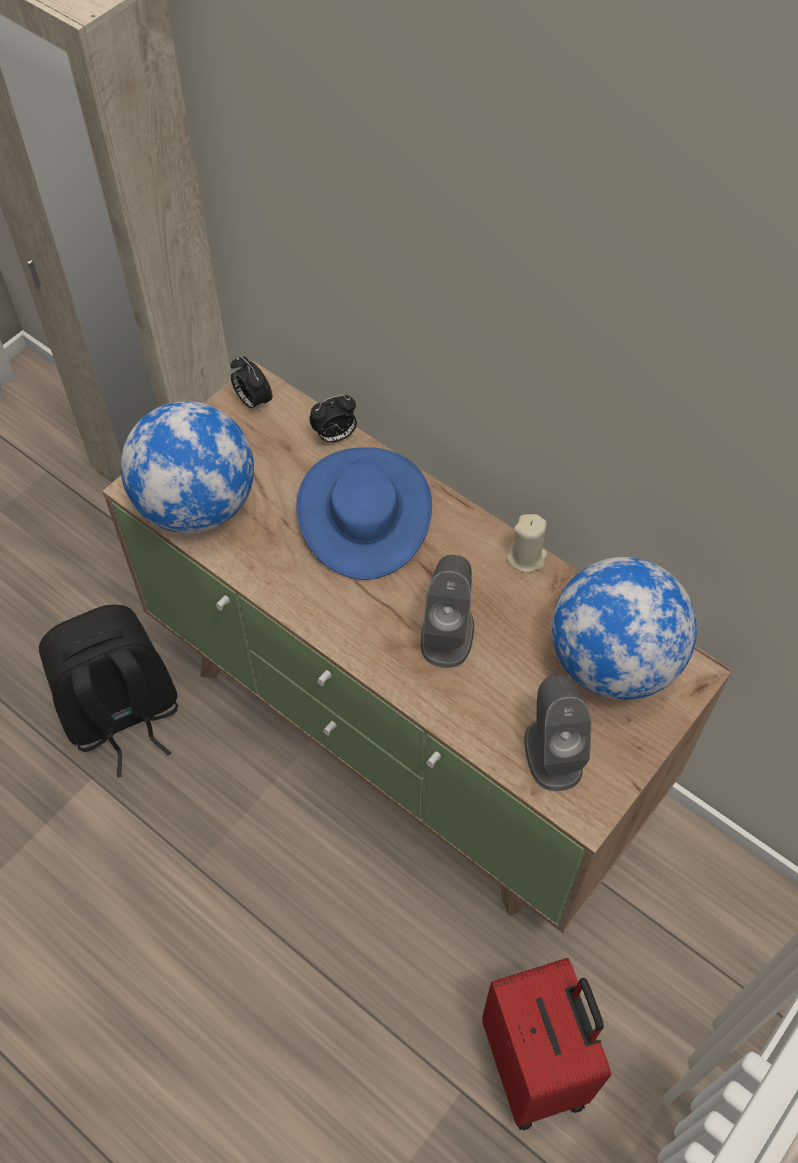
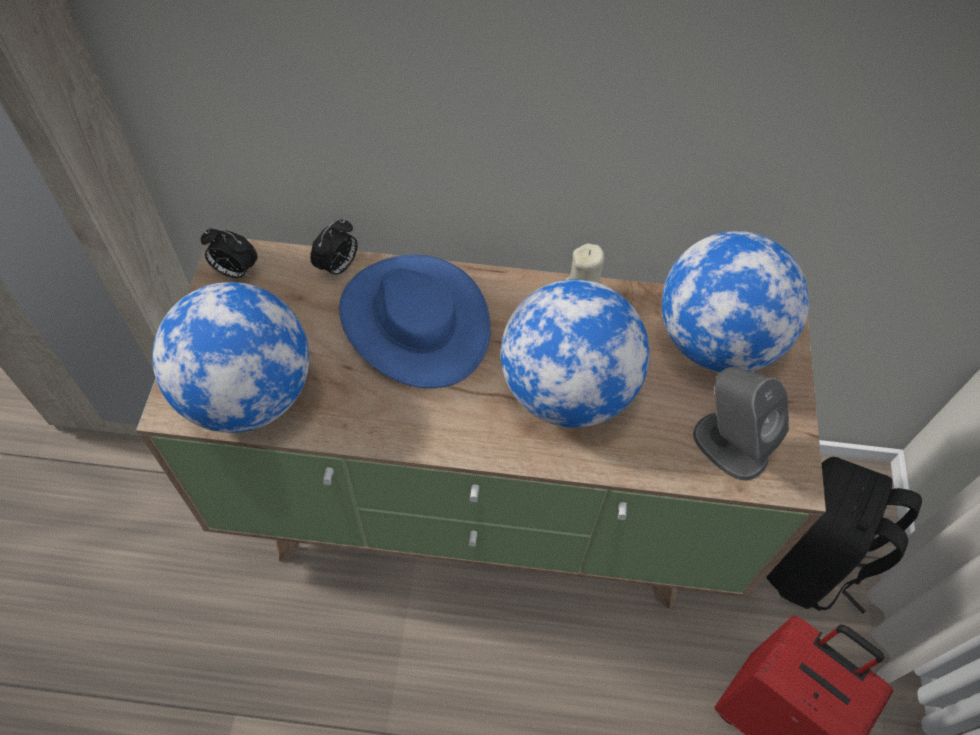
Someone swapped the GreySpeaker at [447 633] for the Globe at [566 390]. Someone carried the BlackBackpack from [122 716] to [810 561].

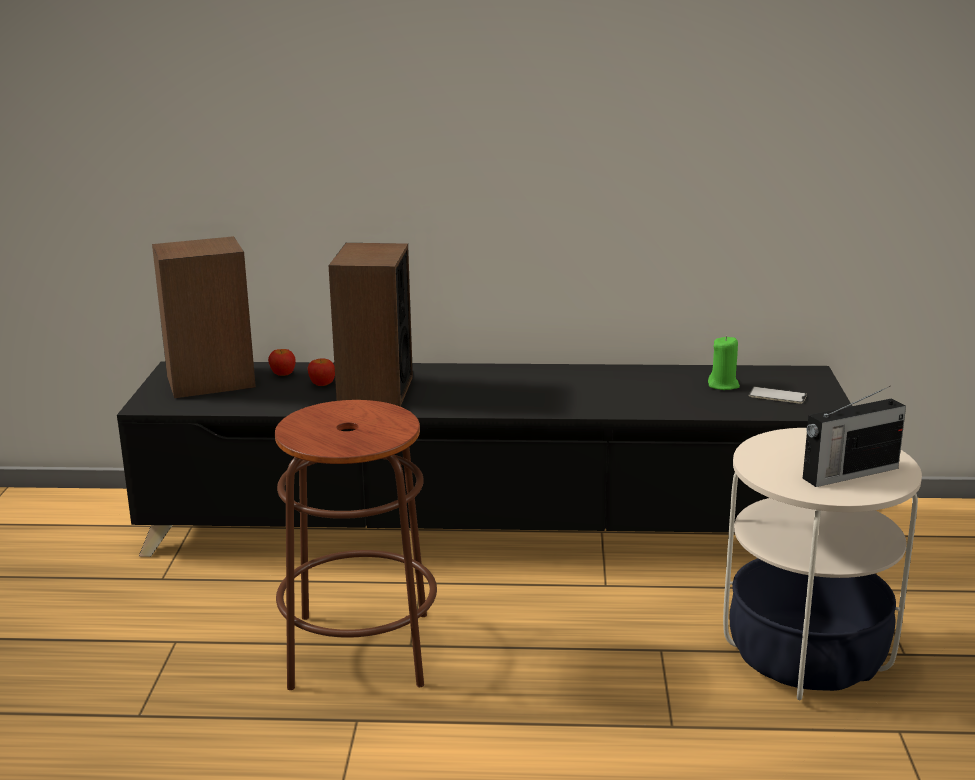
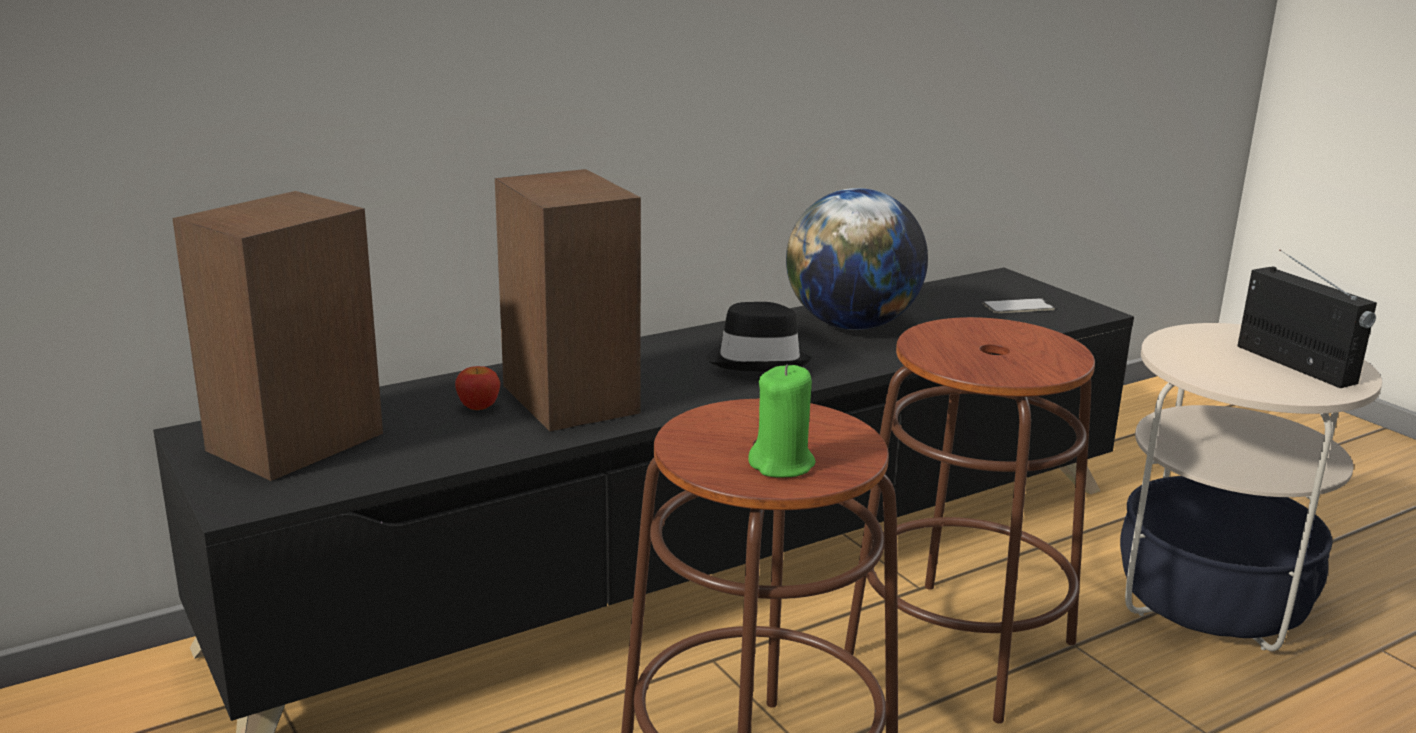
Someone put down the BlackHat at [758 360]. Someone carried the GreenCandle from [723 385] to [782 465]. Someone put down the Globe at [852 325]. Someone put down the BrownStool at [961 648]. Someone rotated the Radio at [848 473] by 60 degrees counterclockwise. Someone took away the Apple at [282 374].

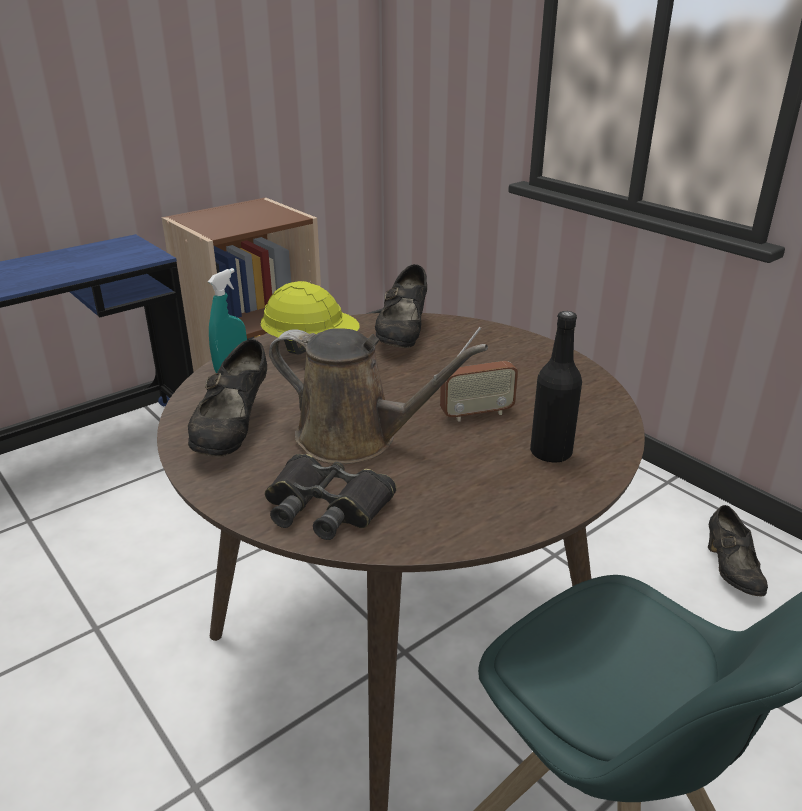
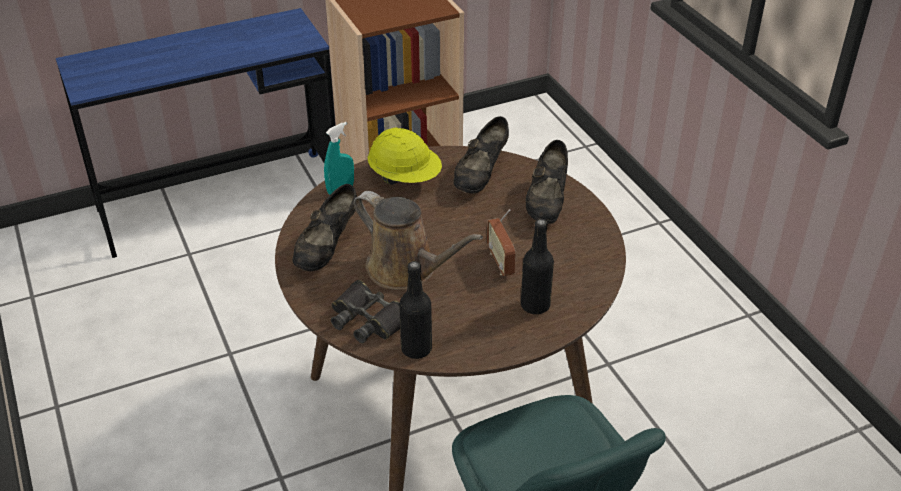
Someone put down the BlackBottle at [416 349]. Someone rotated the Radio at [477 413] by 75 degrees clockwise. Someone carried the BlackShoe from [731 571] to [546 203].

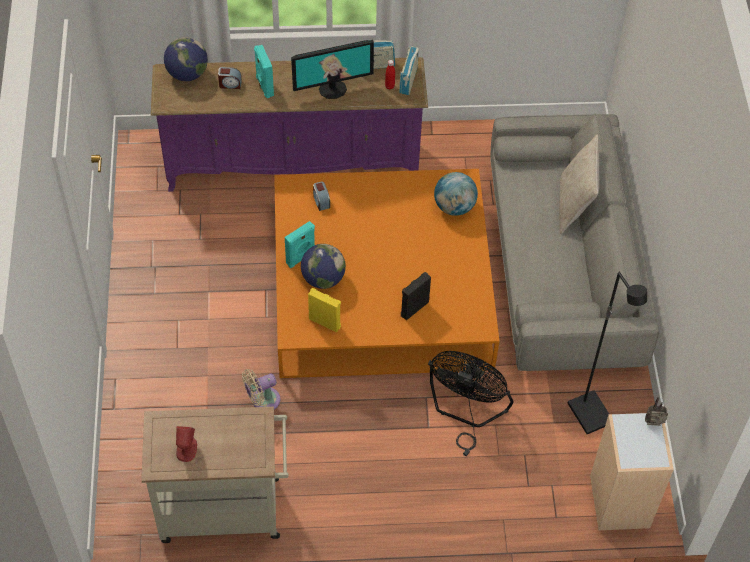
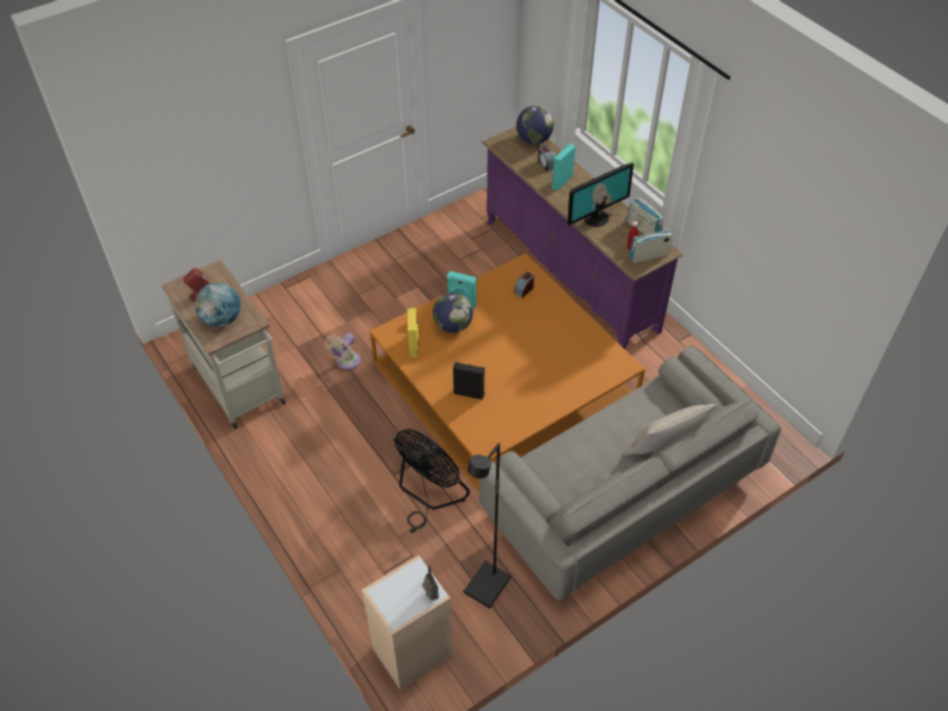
Someone carried the Globe from [454 207] to [222 319]. Someone rotated the BeigeFan at [262 401] by 90 degrees counterclockwise. Someone rotated the BlackFan at [465 411] by 45 degrees counterclockwise. Someone rotated the Monitor at [332 88] by 75 degrees counterclockwise.

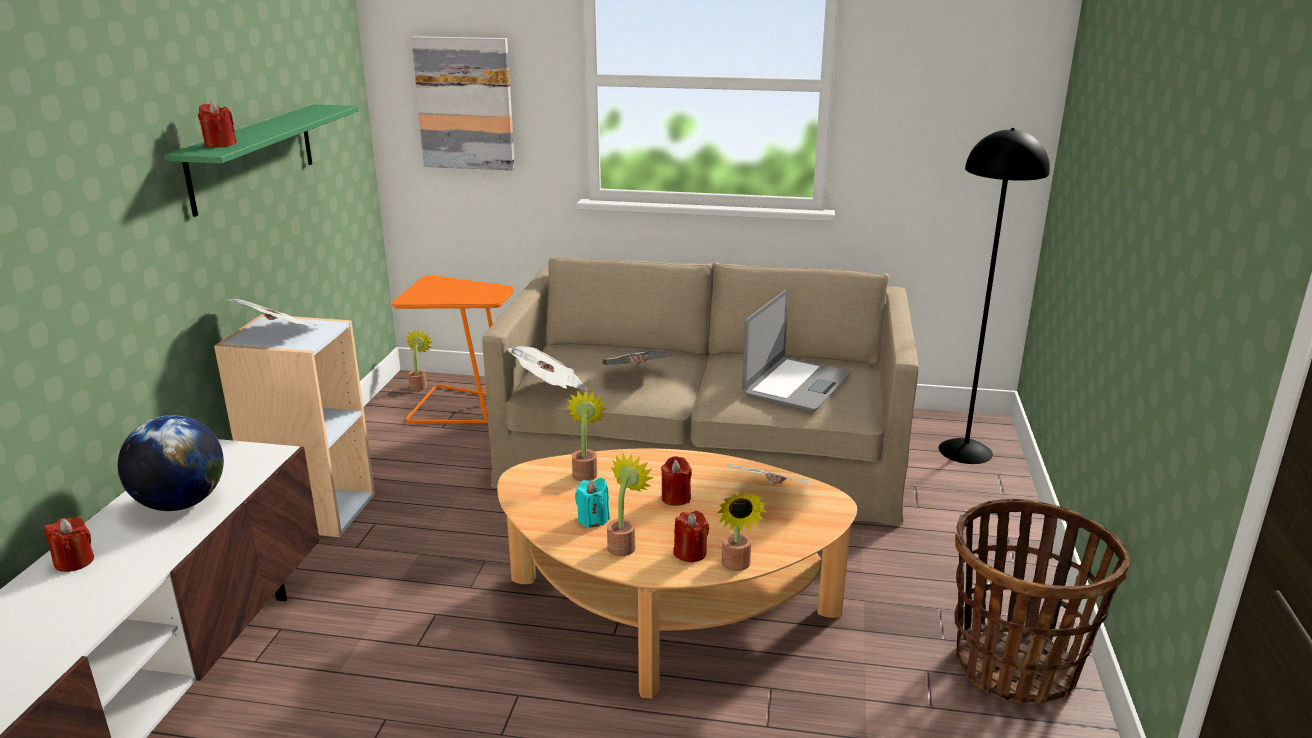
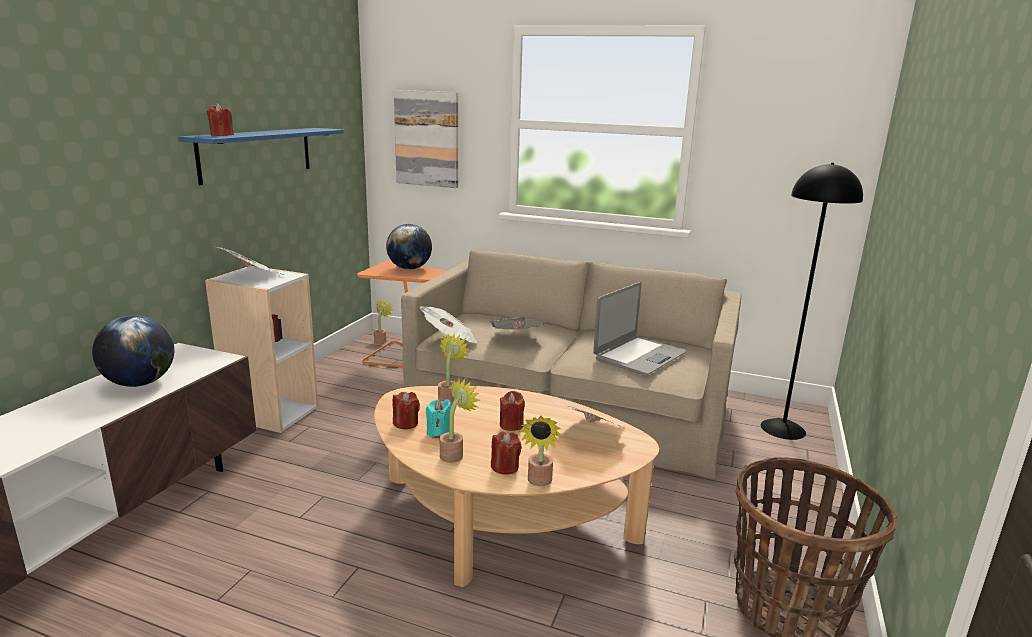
Someone repainted the GreenShelf at [252 157], which became the BlueShelf at [257 154]. Someone put down the Globe at [409 268]. Someone carried the RedCandle from [74 562] to [406 423].

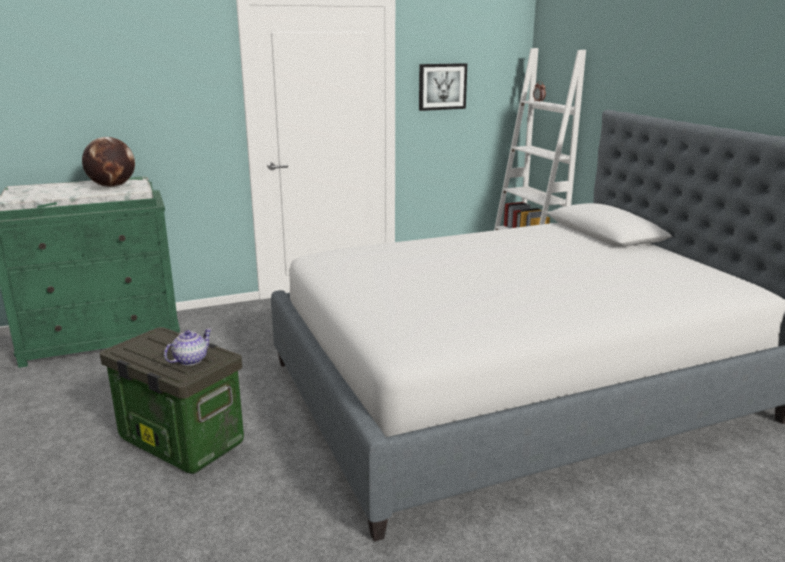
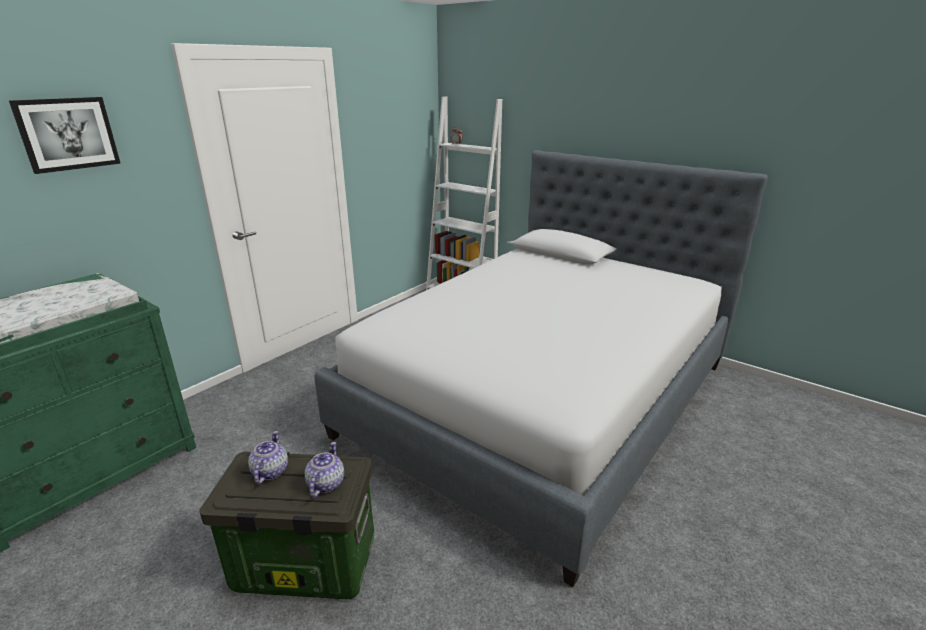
Someone carried the Picture from [442 86] to [67 134]. Someone put down the Teapot at [269 472]. Someone took away the Globe at [112 186].

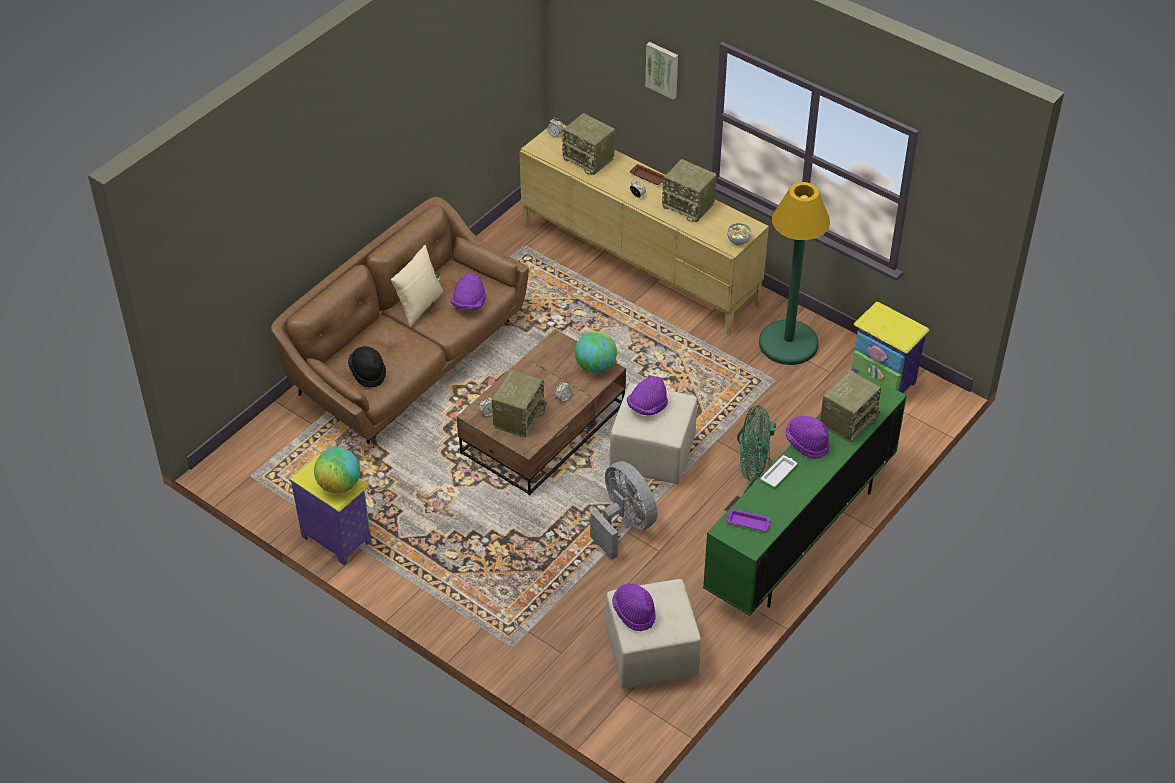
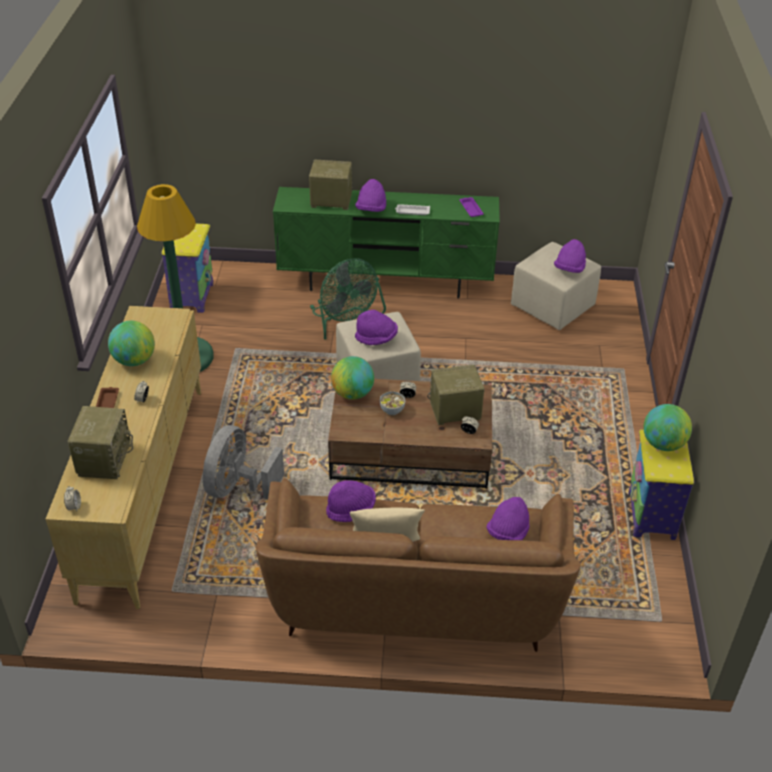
Someone swapped the Radio at [689 205] for the Globe at [134 360]. Someone carried the GreyFan from [624 525] to [238 487]. Someone carried the Bowl from [738 240] to [392 410]. Someone repainted the BlackHat at [368 373], which became the PurpleHat at [508 532]. Someone took away the Picture at [663 69].

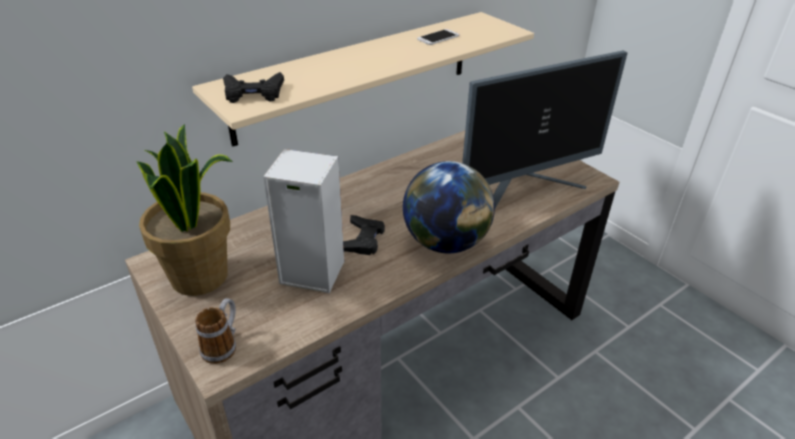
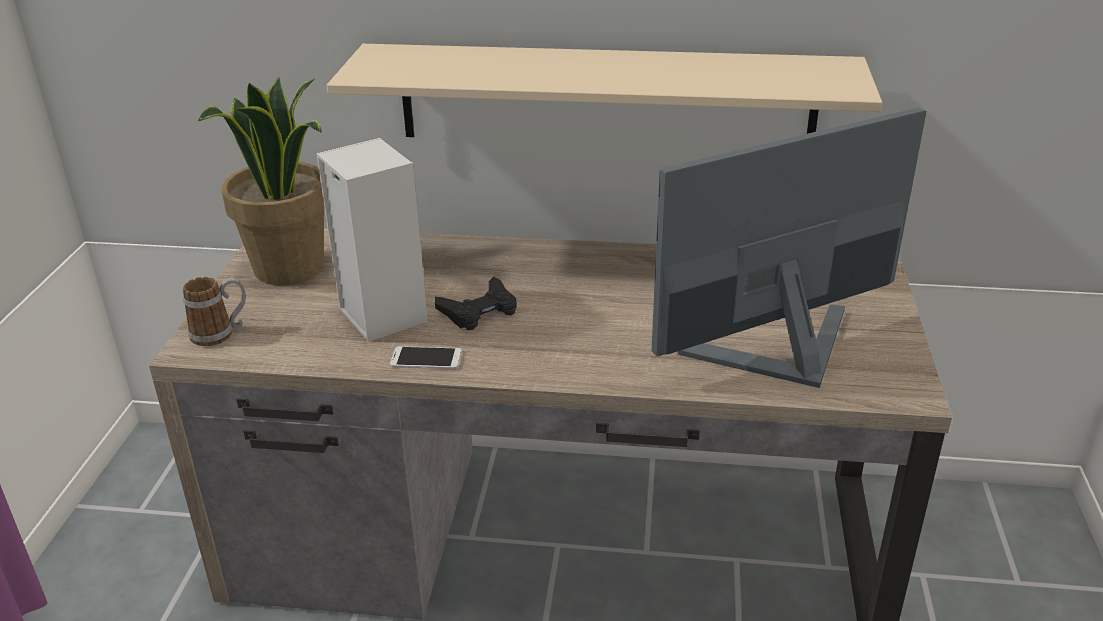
Someone carried the Phone from [438 37] to [426 359]. Someone rotated the Monitor at [526 187] by 135 degrees clockwise. Someone took away the BlackGameController at [253 93]. Someone took away the Globe at [445 243].

